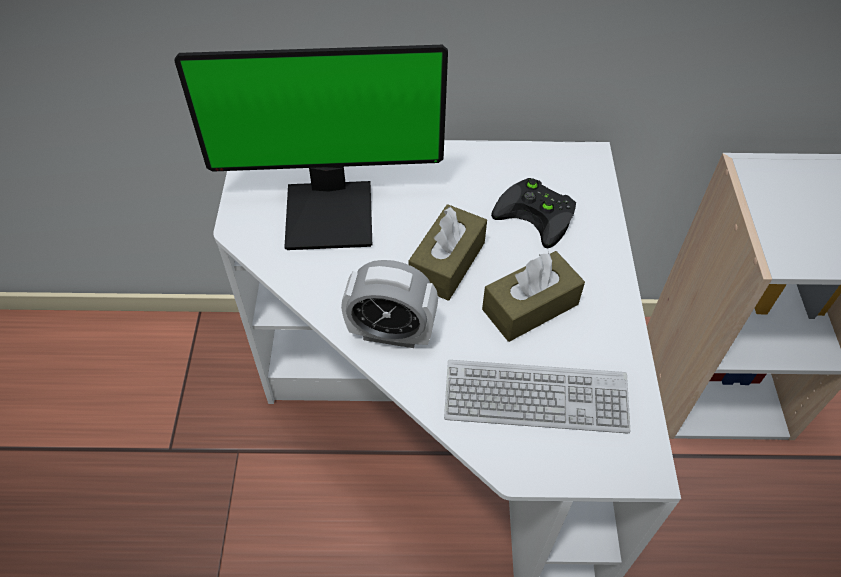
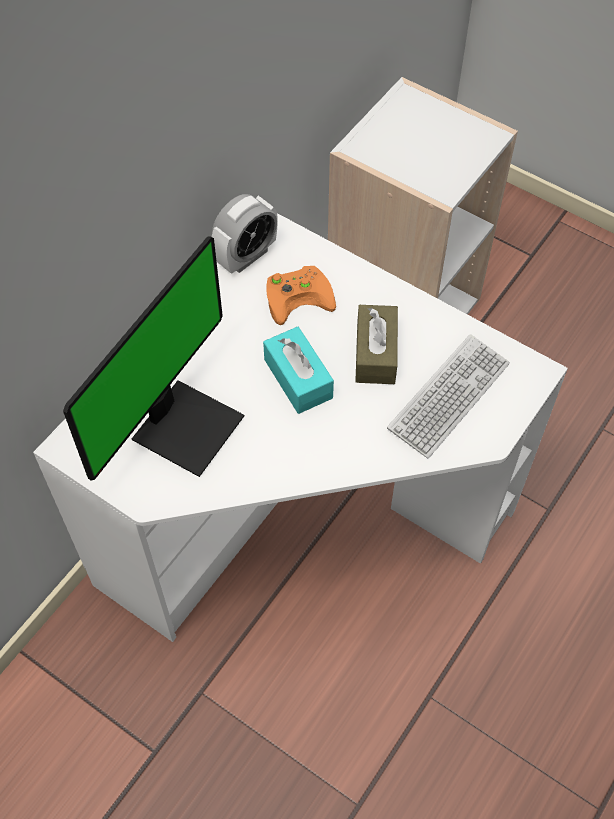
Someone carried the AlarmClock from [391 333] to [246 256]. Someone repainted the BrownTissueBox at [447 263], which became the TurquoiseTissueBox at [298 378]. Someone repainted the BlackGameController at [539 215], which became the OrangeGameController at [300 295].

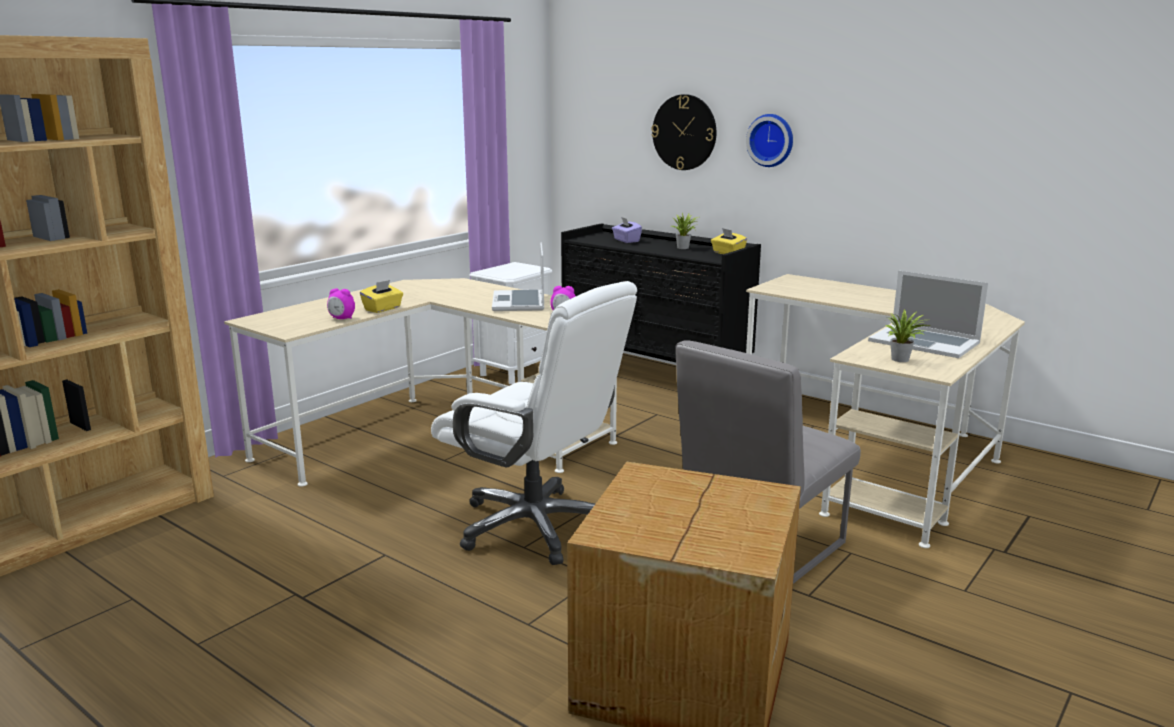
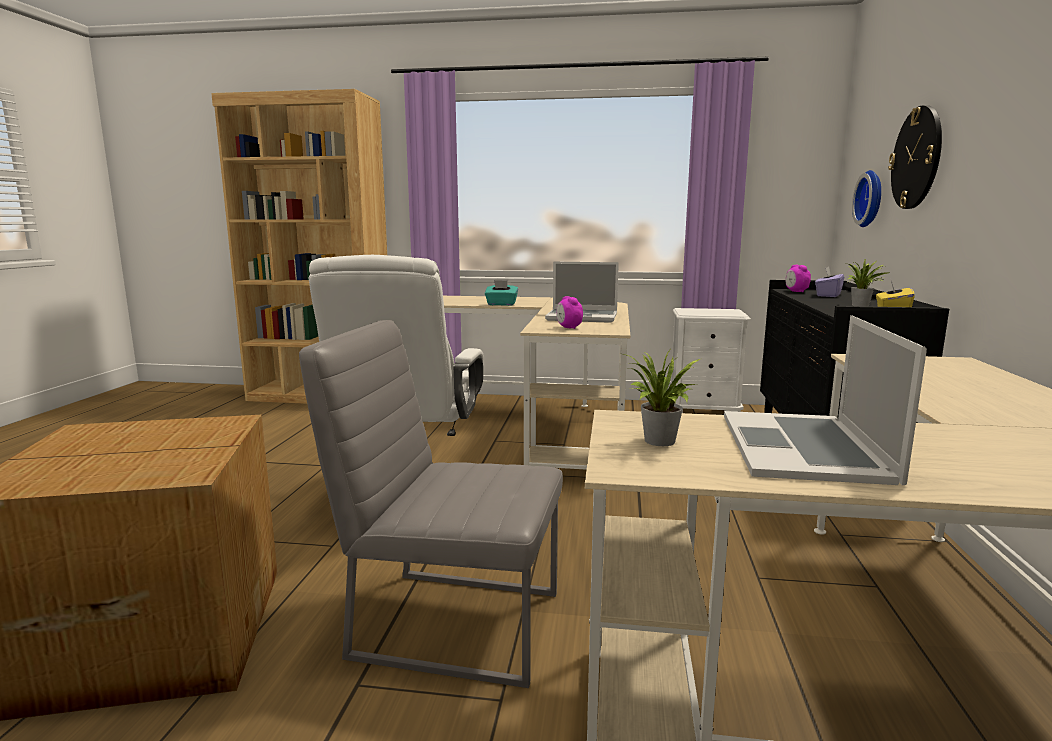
Someone repainted the YellowTissueBox at [383 309], which became the TurquoiseTissueBox at [501 304]. Someone rotated the Laptop at [520 303] by 135 degrees counterclockwise. Someone carried the AlarmClock from [342 318] to [796 291]. Someone carried the WallClock from [771 140] to [872 199].

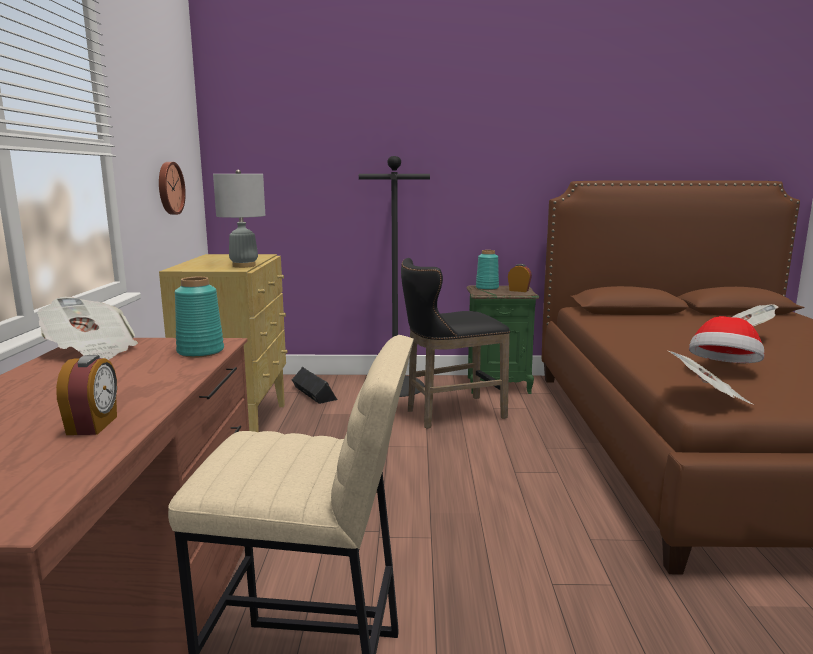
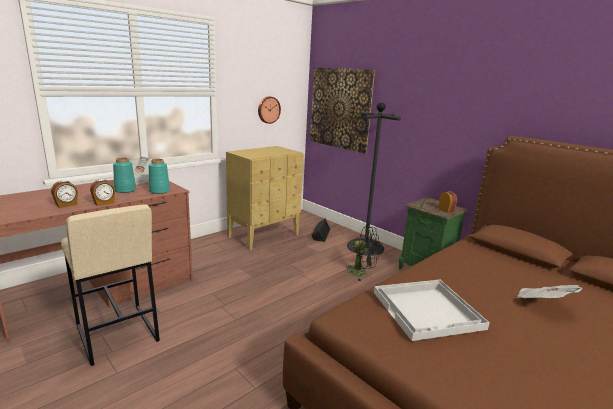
Someone put down the AlarmClock at [104 203]. Someone carried the TurquoiseVase from [486 288] to [125 190]. Someone put up the Picture at [340 108]. Someone swapped the BlackStool at [449 413] for the BlackFan at [362 273]. Someone swapped the Hat at [723 368] for the WhiteTray at [428 310]. Someone took away the GreyTableLamp at [244 266]. Someone took away the Newspaper at [707 397].

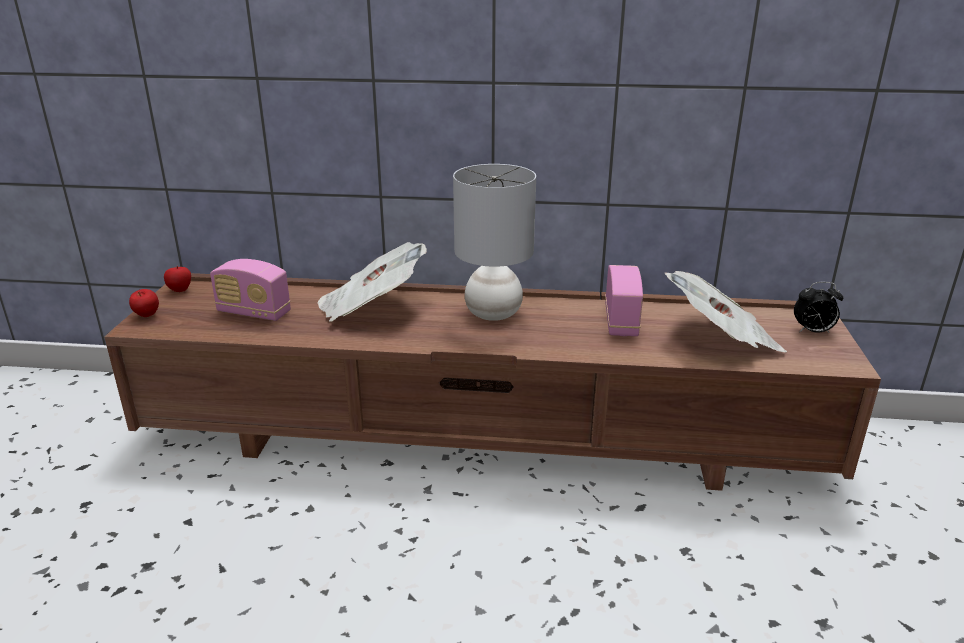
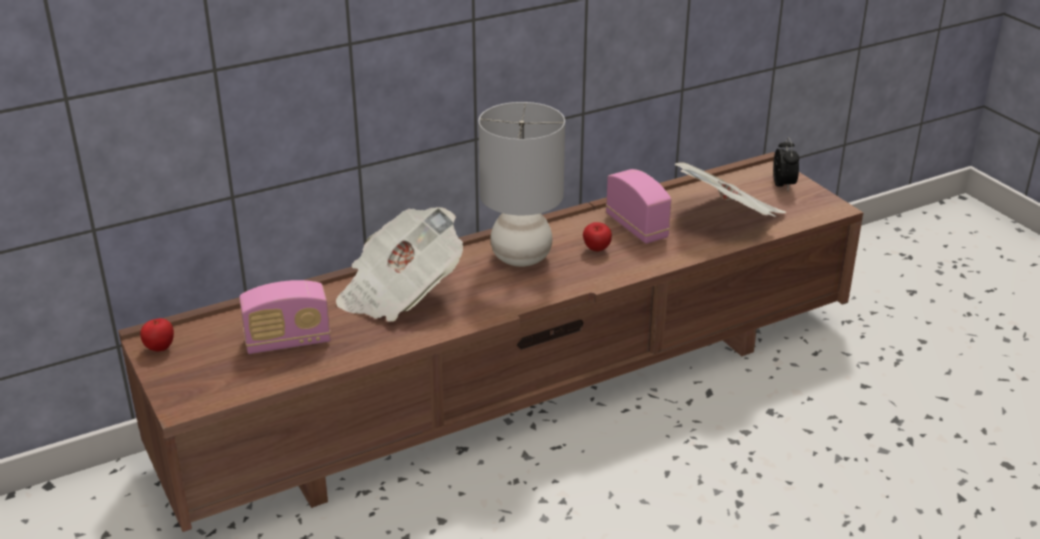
Someone carried the Apple from [146 316] to [596 250]. Someone rotated the AlarmClock at [812 332] by 60 degrees counterclockwise.

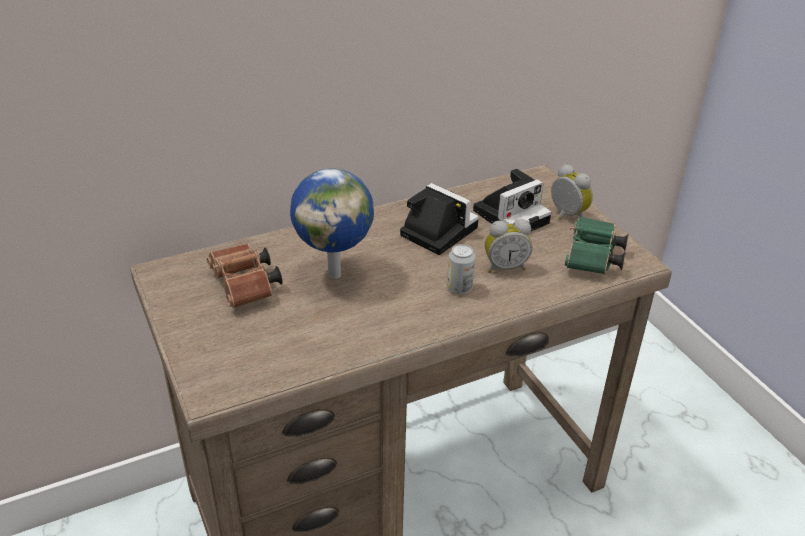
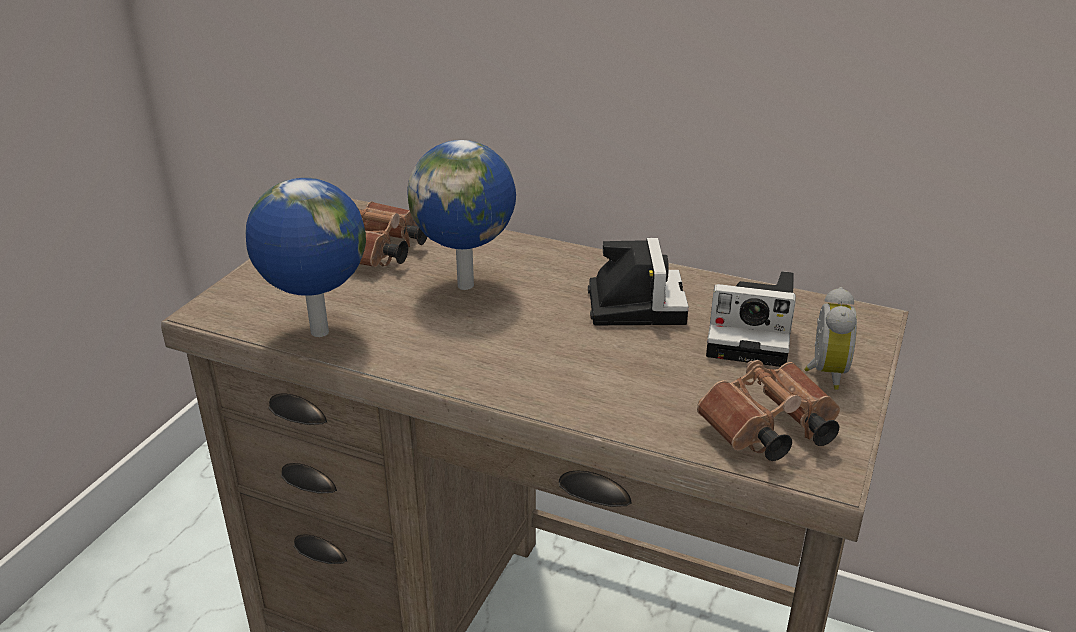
Someone put down the Globe at [318 333]. Someone repainted the GreenBinoculars at [592 259], which became the BrownBinoculars at [766 432]. Someone took away the Can at [459 288]. Someone took away the AlarmClock at [505 267].

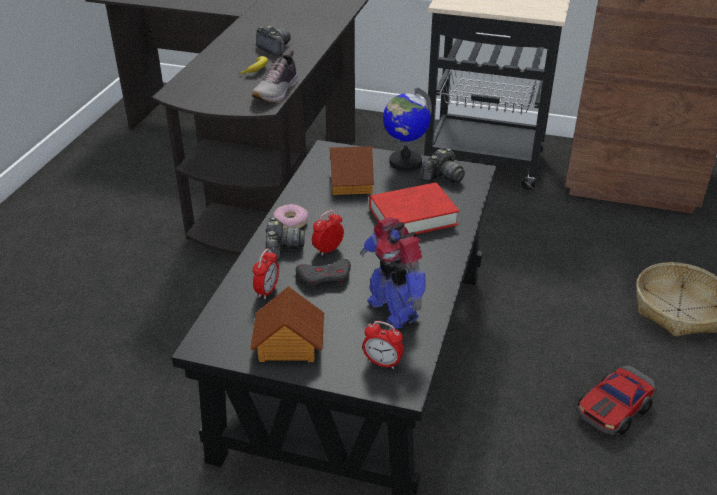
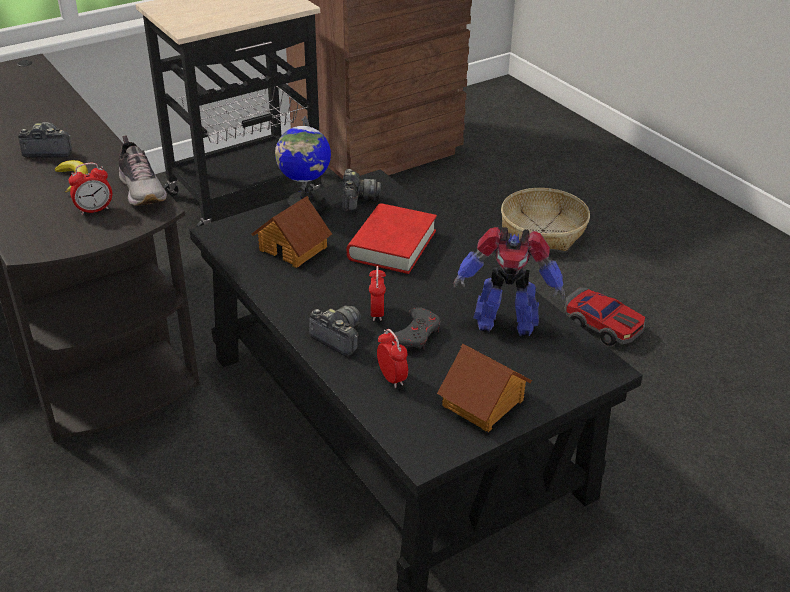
Someone carried the AlarmClock from [382 363] to [94 210]. Someone rotated the ToyCar at [614 409] by 45 degrees counterclockwise. Someone took away the Donut at [291 222].

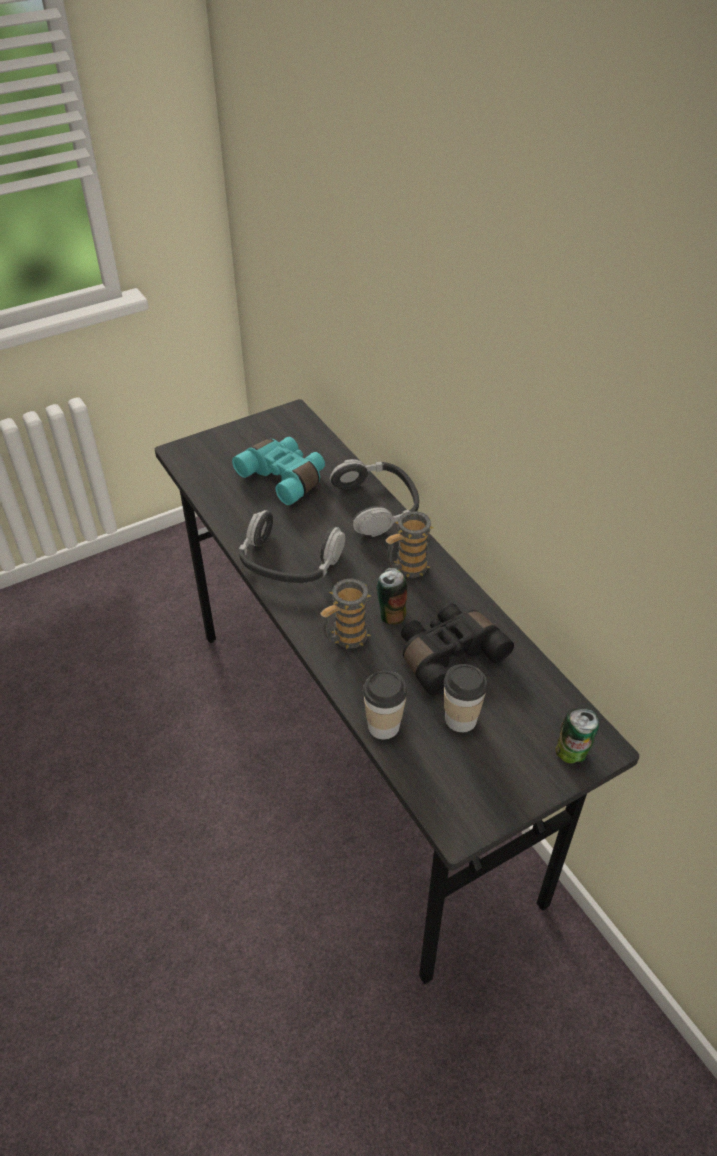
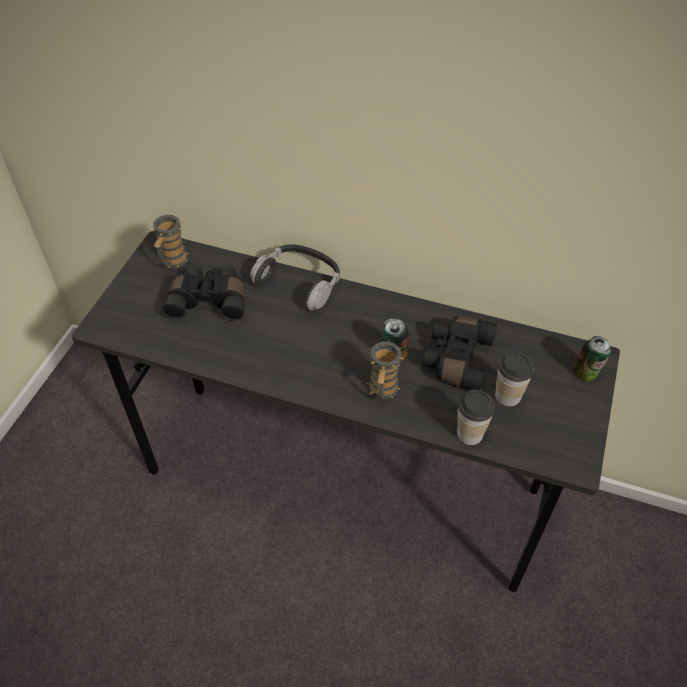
Someone carried the Mug from [406 569] to [172 263]. Someone repainted the TurquoiseBinoculars at [285 477], which became the BlackBinoculars at [209 300]. Someone took away the Headphones at [289 561].

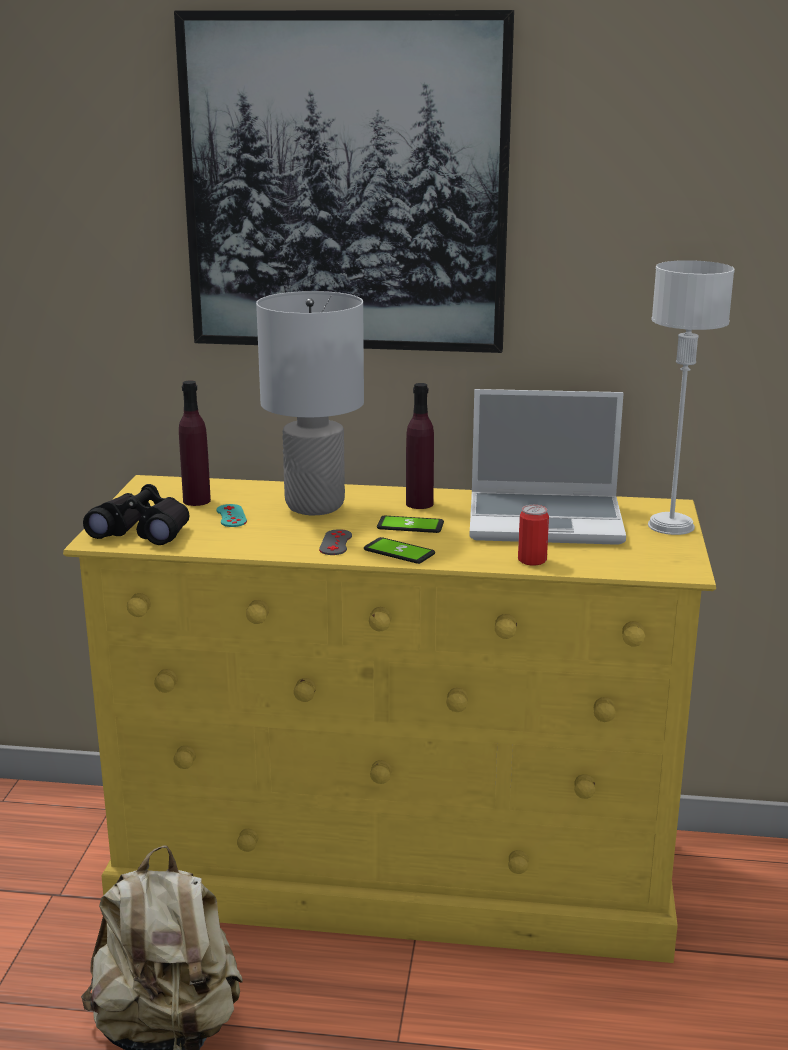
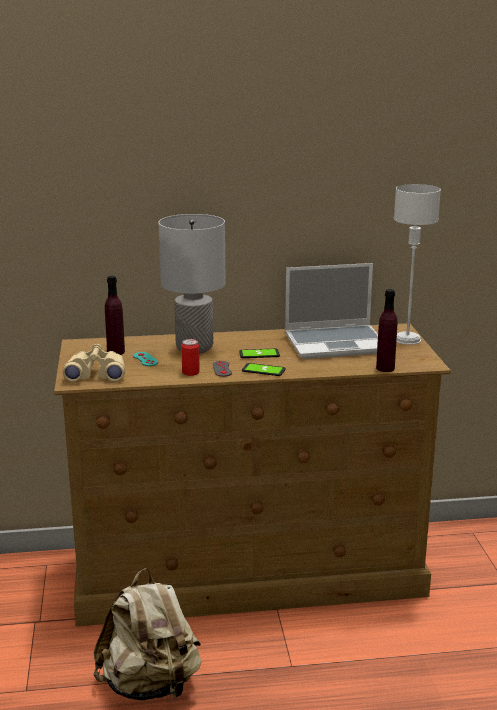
Someone repainted the YellowDresser at [397 875], which became the BrownDresser at [250 575]. Someone repainted the BlackBinoculars at [142 531], which became the BeigeBinoculars at [96 374]. Someone carried the Can from [532 560] to [190 372]. Someone carried the PurpleBottle from [419 504] to [385 368]. Someone took away the Picture at [346 185].

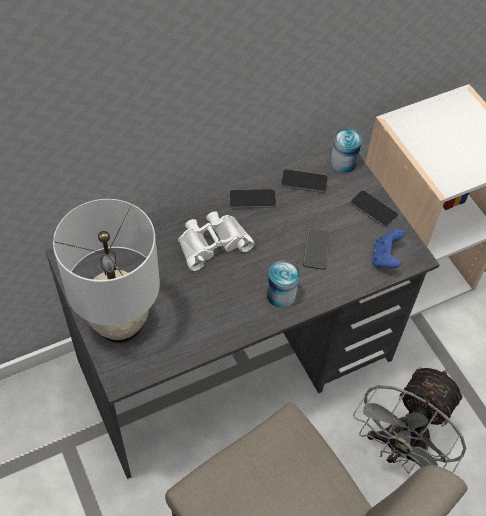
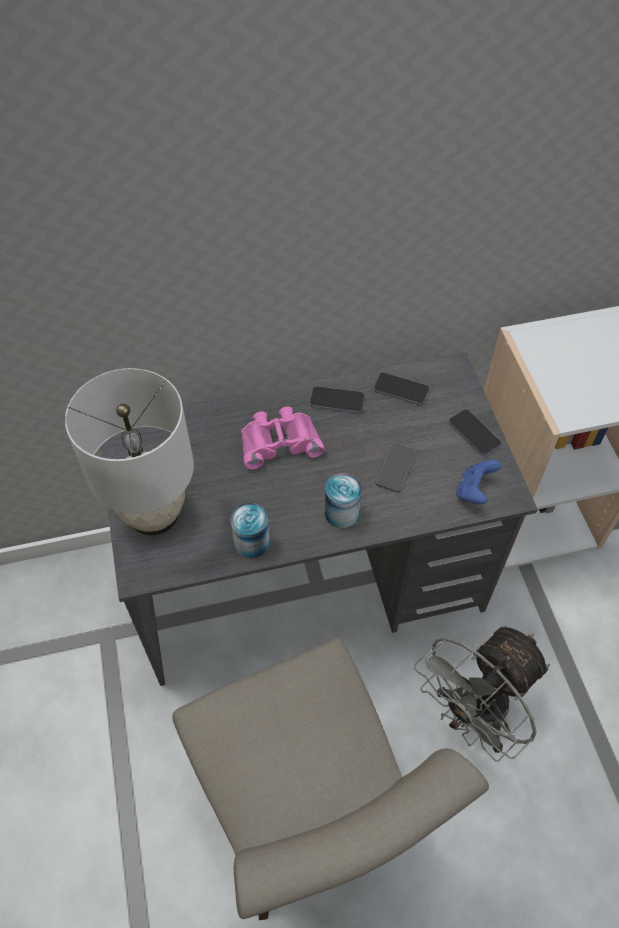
Someone carried the Can from [343 162] to [251 542]. Someone repainted the WhiteBinoculars at [212 243], which became the PinkBinoculars at [279 441].

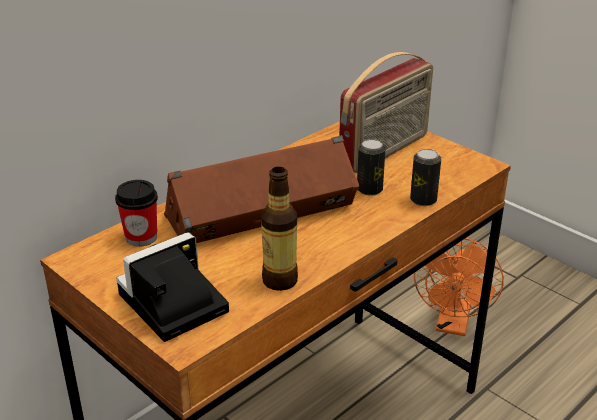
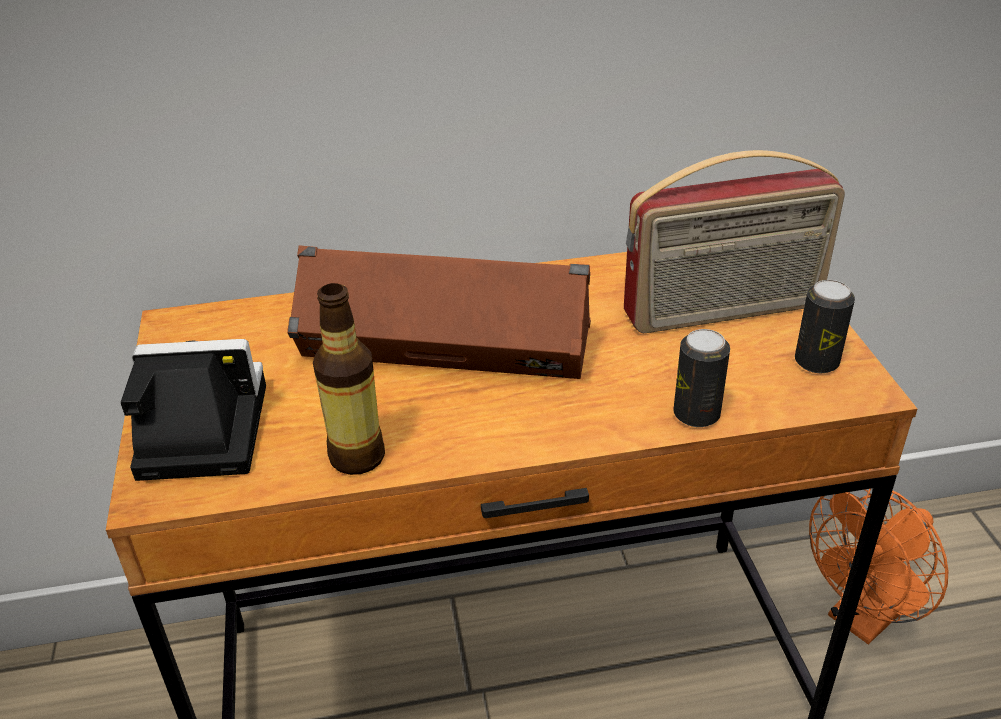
Someone carried the Can from [369 190] to [816 362]. Someone took away the Cup at [141 237].

